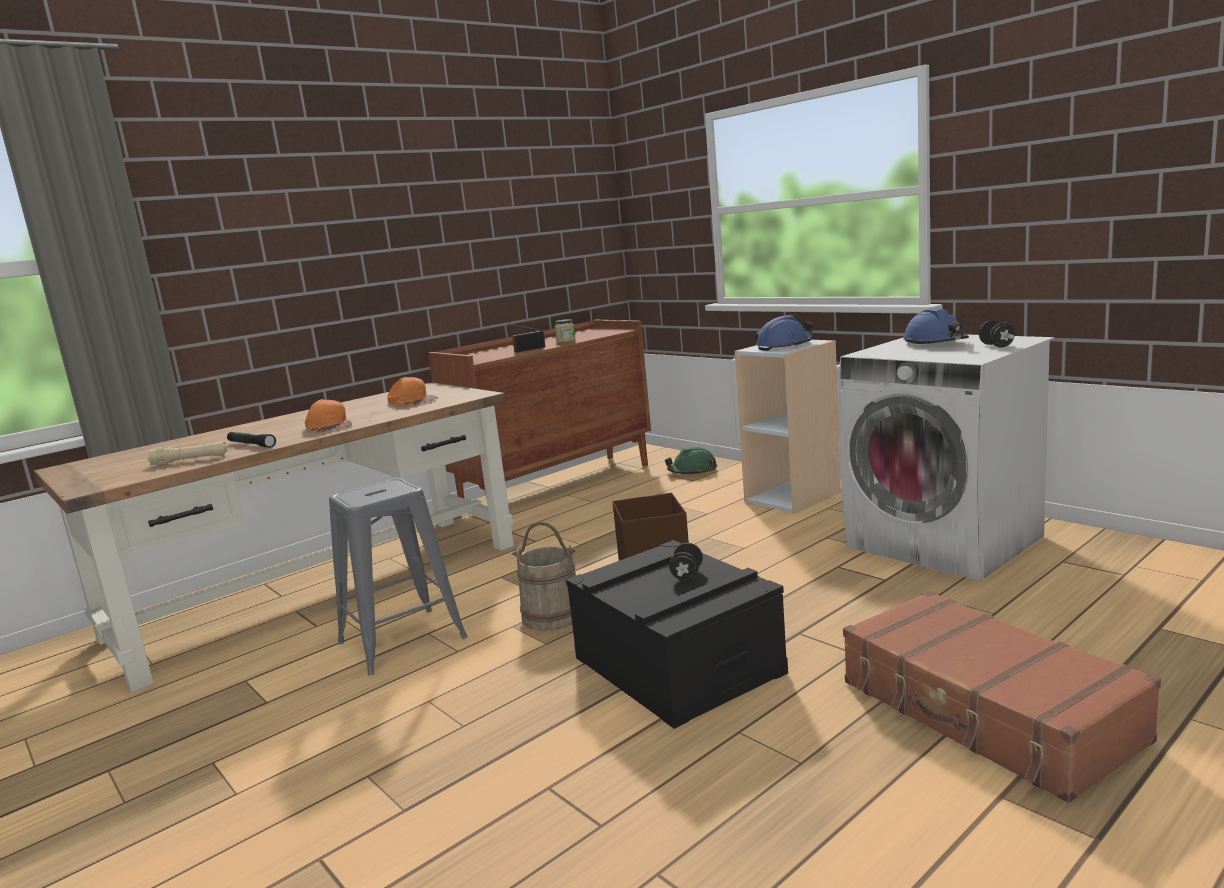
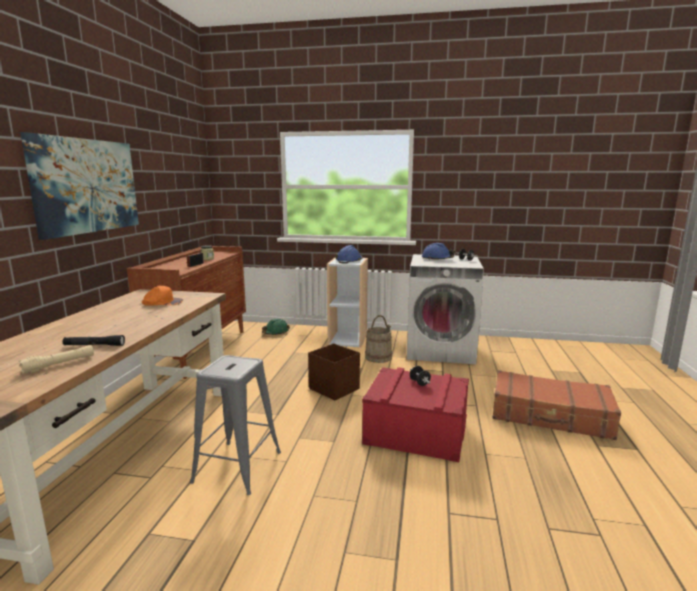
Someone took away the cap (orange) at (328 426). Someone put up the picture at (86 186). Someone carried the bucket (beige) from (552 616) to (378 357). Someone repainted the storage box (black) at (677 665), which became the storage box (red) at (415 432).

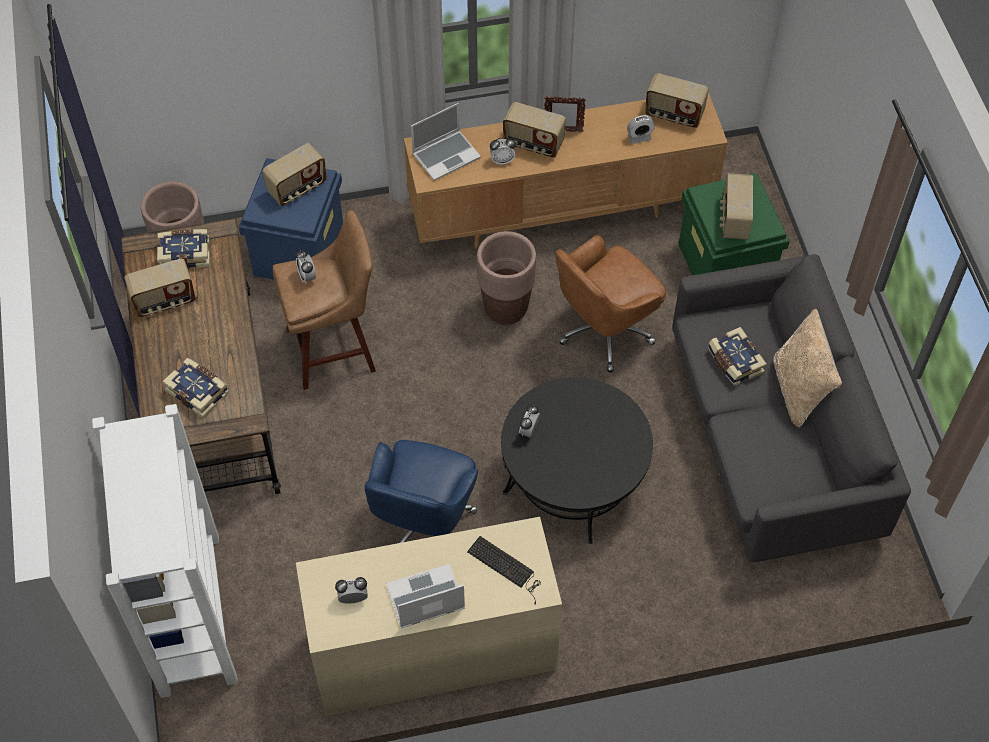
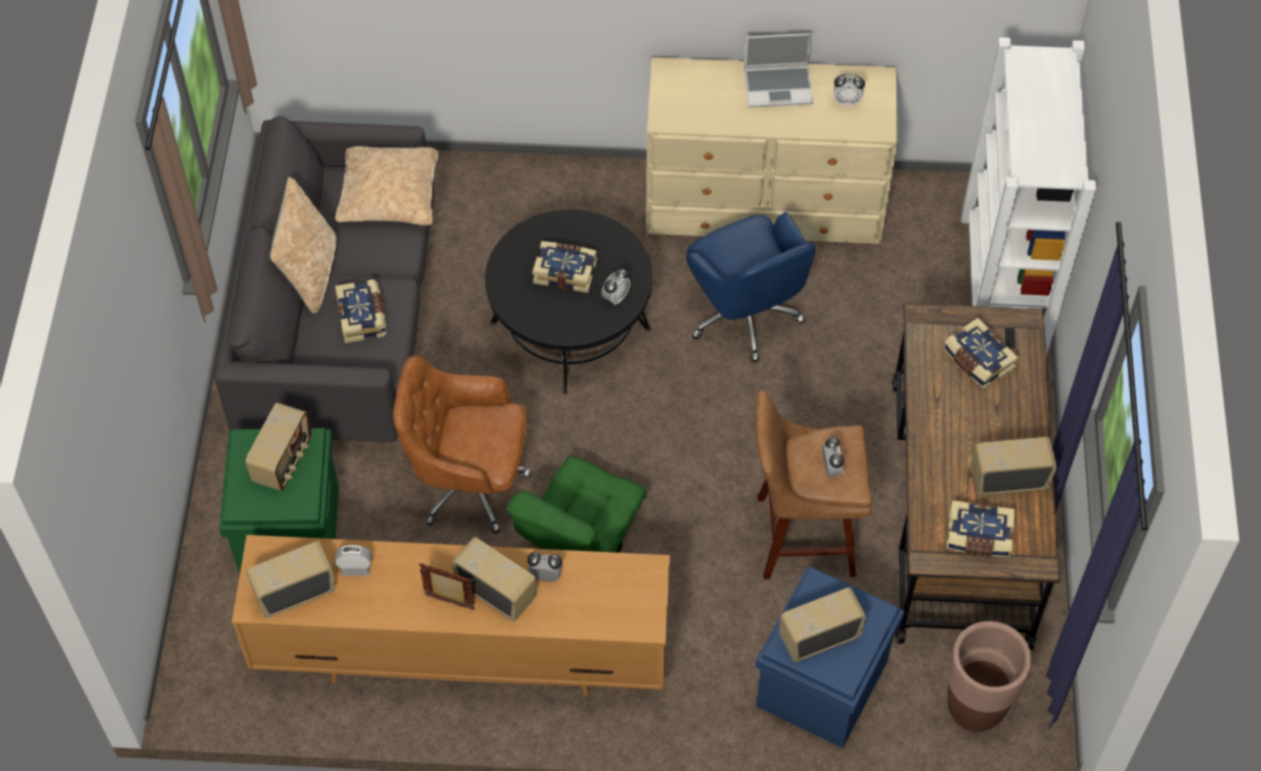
Someone took away the laptop at (446 155). Someone took away the keyboard at (506 567). Someone put down the pillow (beige) at (389 193). Someone put down the book at (565 271). Someone swapped the planter (brown) at (506 309) for the armchair (green) at (579 539). Someone rotated the office chair (blue) at (423 525) by 120 degrees clockwise. Someone rotated the office chair (brown) at (604 330) by 150 degrees counterclockwise. Someone rotated the radio at (674 115) by 60 degrees counterclockwise.

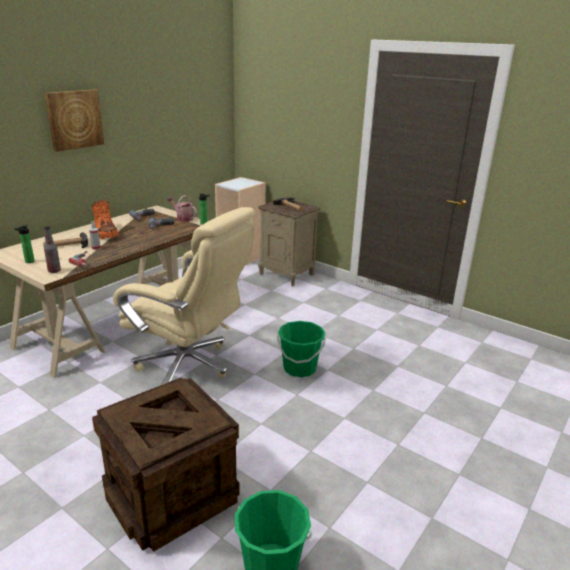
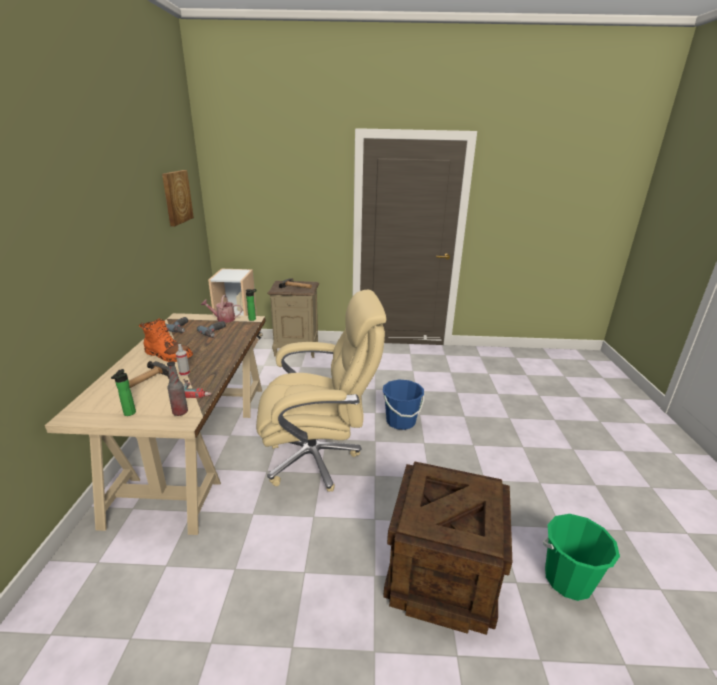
Someone carried the picture from (74 119) to (176 197). Someone repainted the bucket (green) at (299 368), which became the bucket (blue) at (400 421).

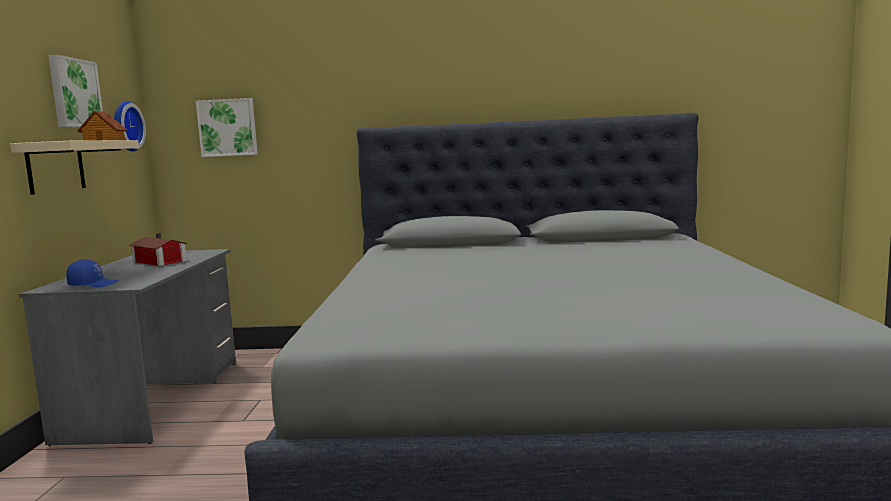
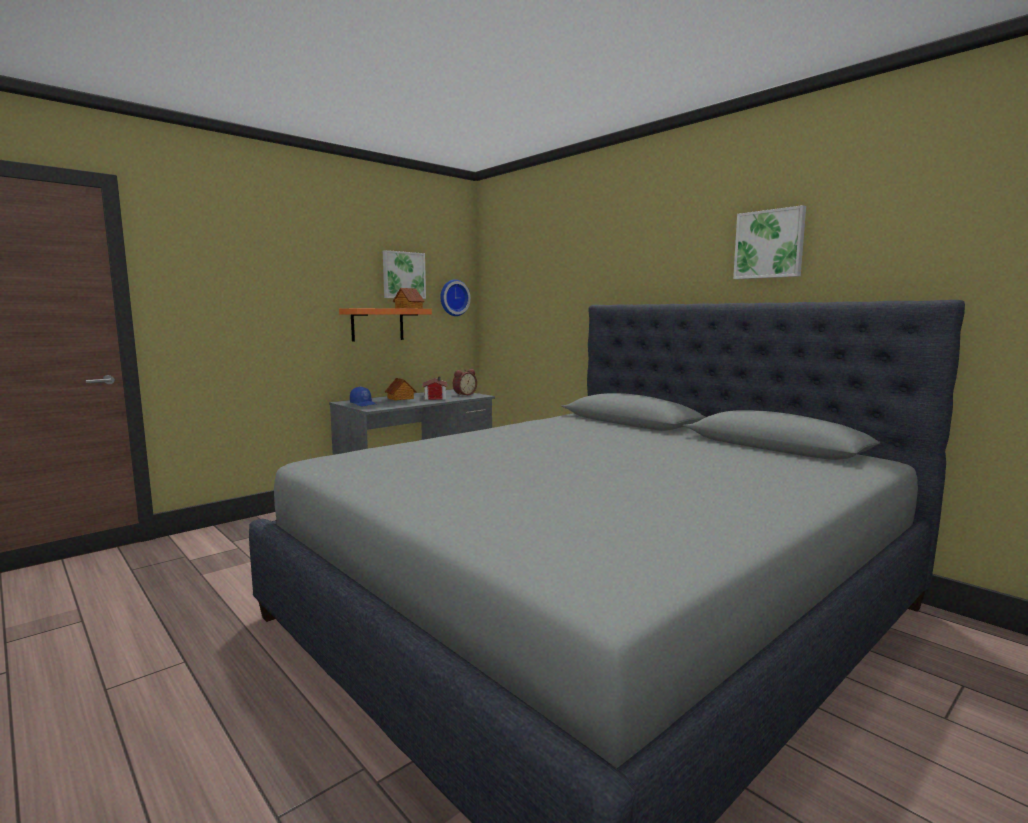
Someone put down the toy house at (400 398). Someone put down the alarm clock at (464 394). Someone carried the picture from (228 127) to (769 244). Someone repainted the shelf (beige) at (55 167), which became the shelf (orange) at (377 324).

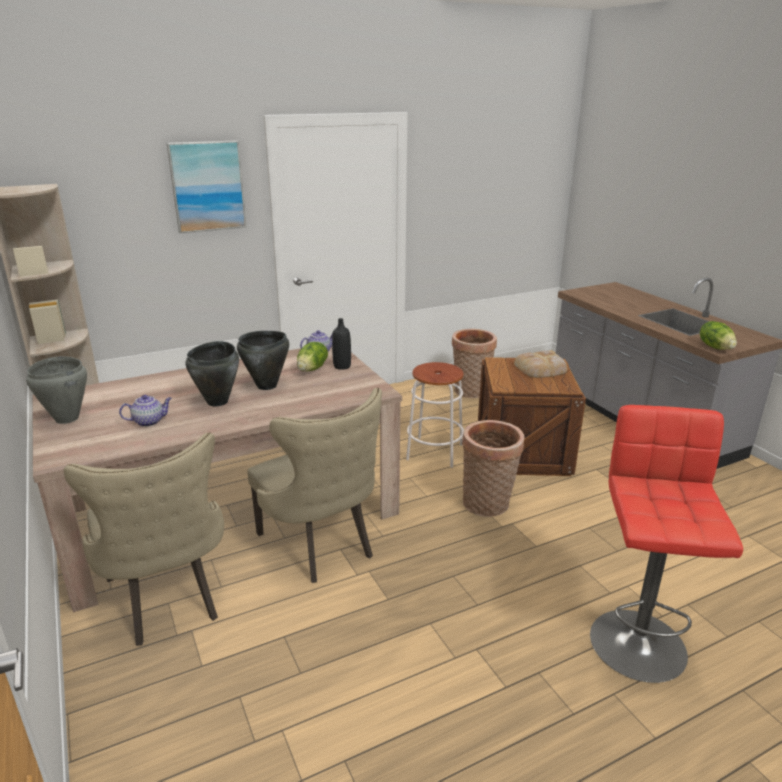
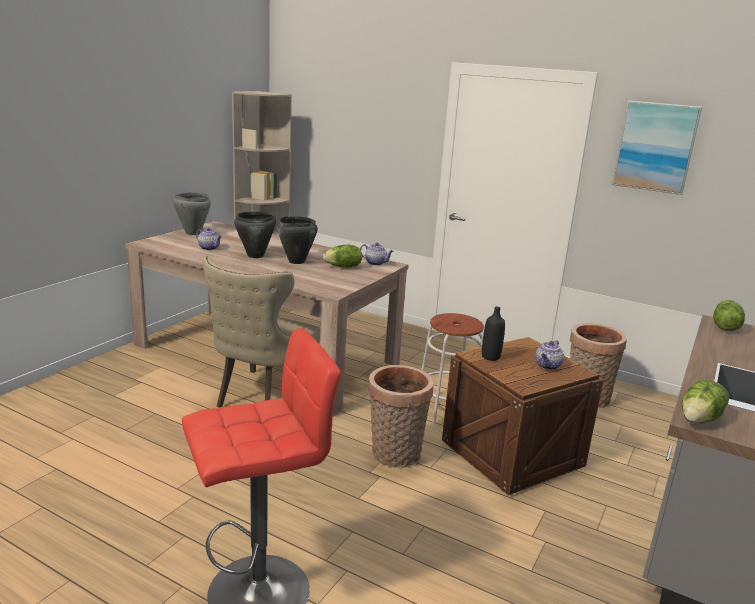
Someone took away the chair (beige) at (168 599). Someone put down the lettuce at (724 327). Someone carried the picture from (207 186) to (655 147). Someone carried the bottle (black) from (342 366) to (490 357). Someone swapped the bread at (541 369) for the teapot at (548 366).

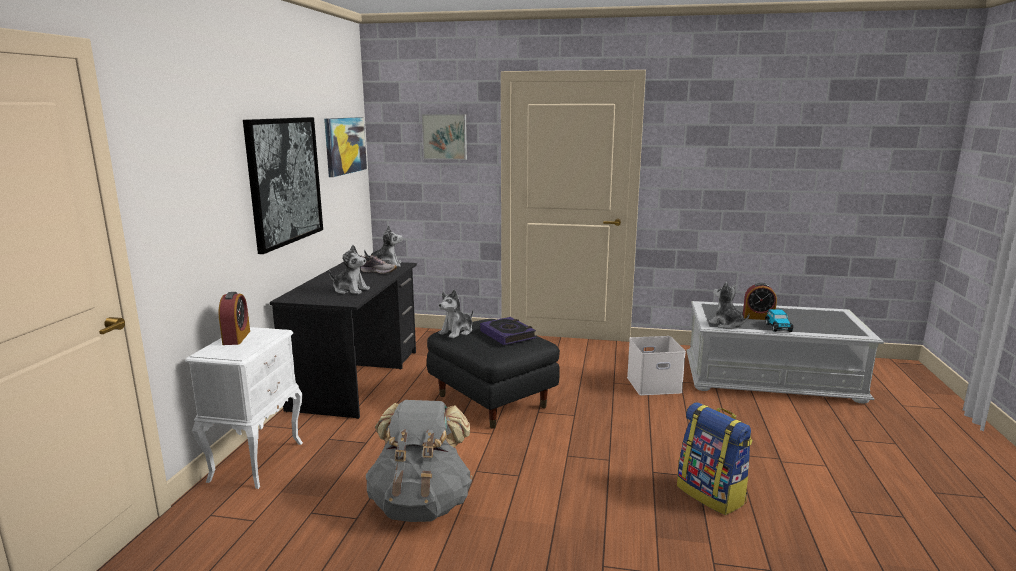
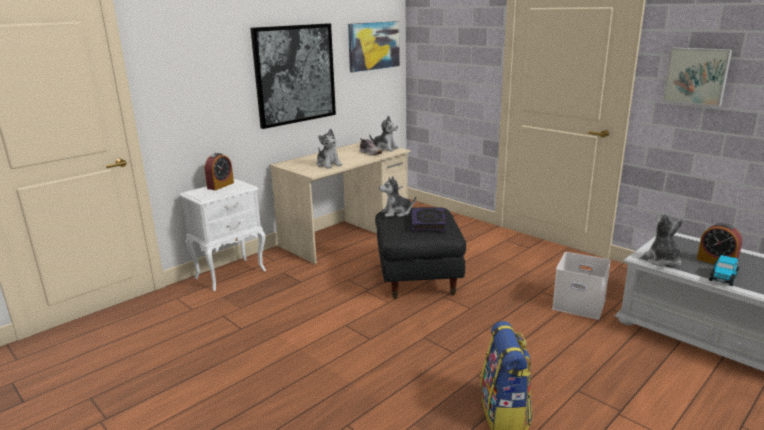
Someone took away the backpack (grey) at (421 504). Someone carried the picture from (445 136) to (696 76). Someone repainted the desk (black) at (357 379), which became the desk (beige) at (345 236).

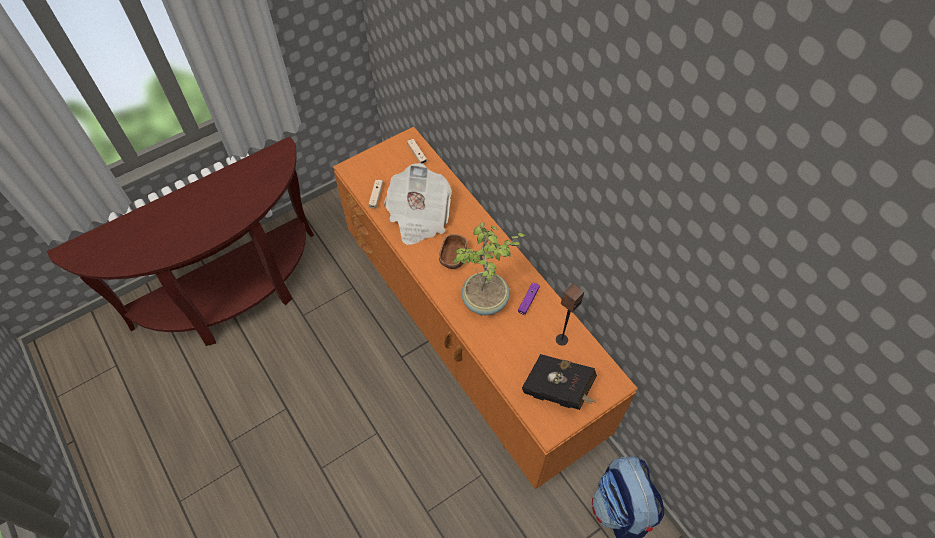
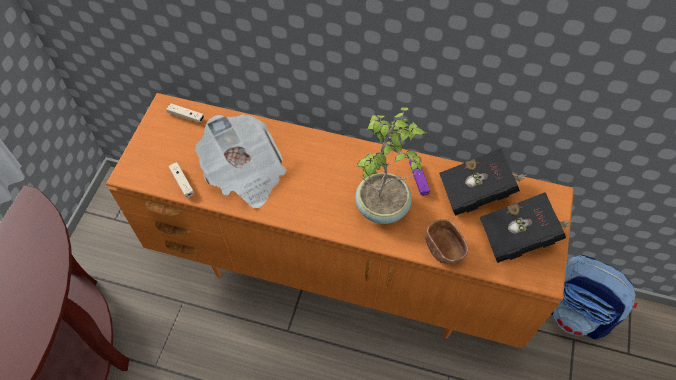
Someone carried the bowl (brown) from (453 258) to (444 249). Someone swapped the speaker at (561 339) for the book (black) at (478 192).

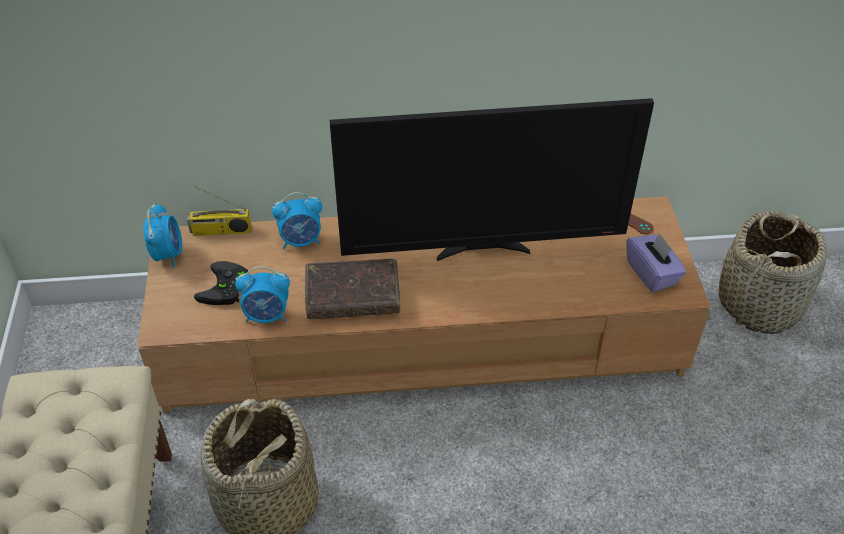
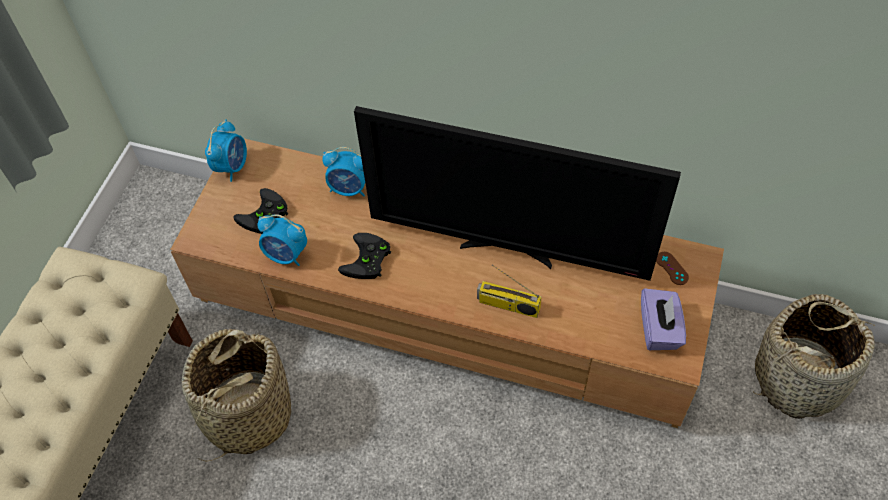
Someone carried the radio from (221 231) to (507 306). Someone swapped the book (brown) at (353 297) for the game controller (black) at (367 261).

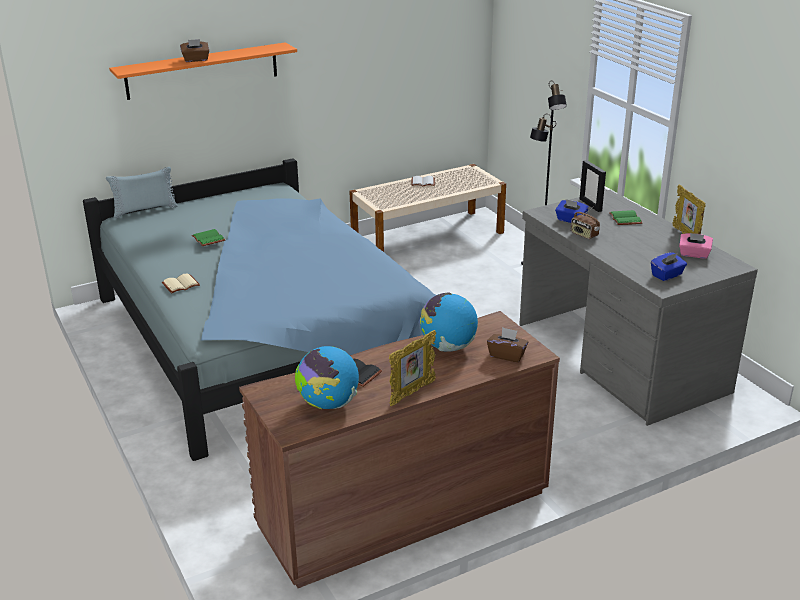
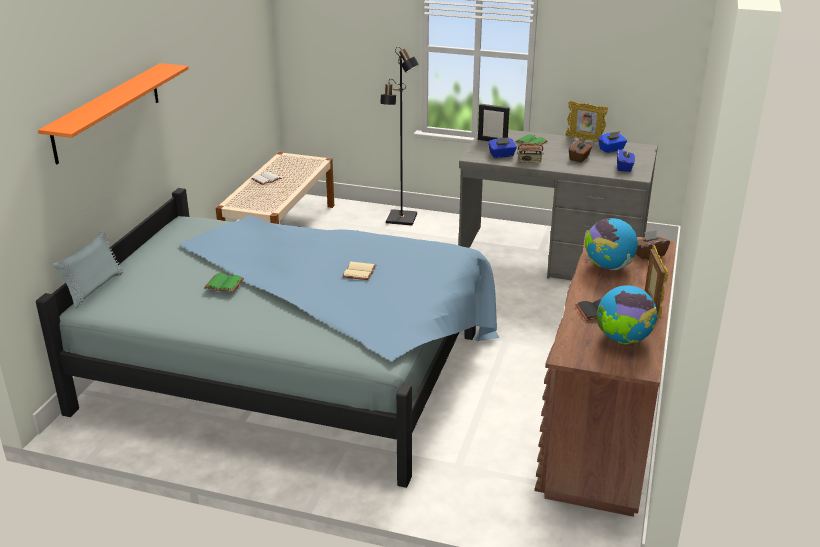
Someone carried the book (beige) from (180 285) to (360 272). Someone carried the tissue box (brown) from (196 60) to (579 158). Someone repainted the tissue box (pink) at (694 254), which became the tissue box (blue) at (611 149).

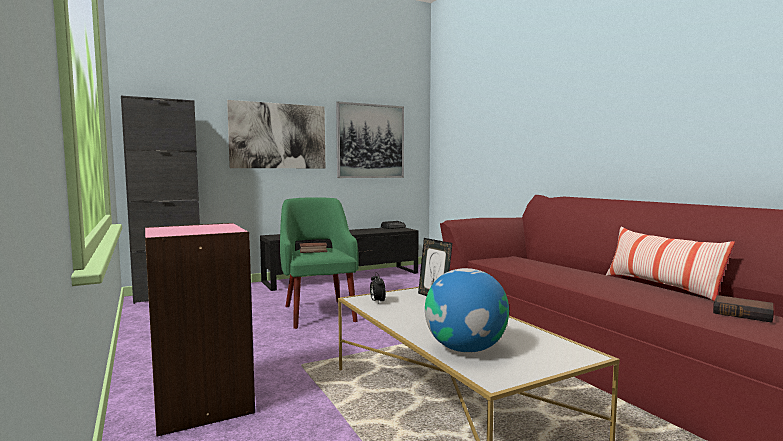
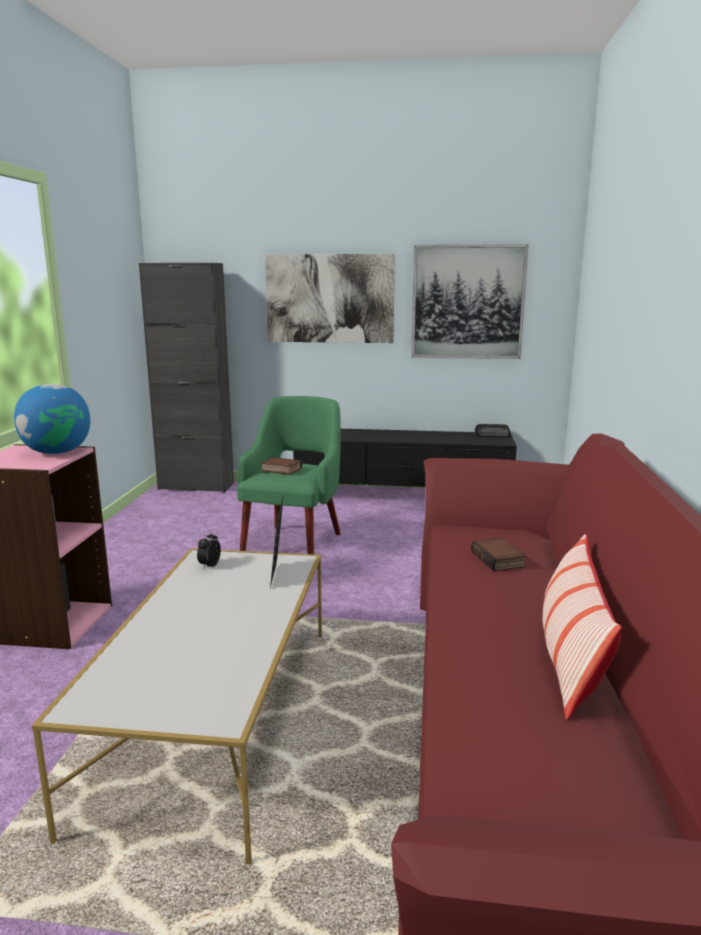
Someone carried the globe from (465 348) to (57 452). Someone carried the book from (743 313) to (499 559).

